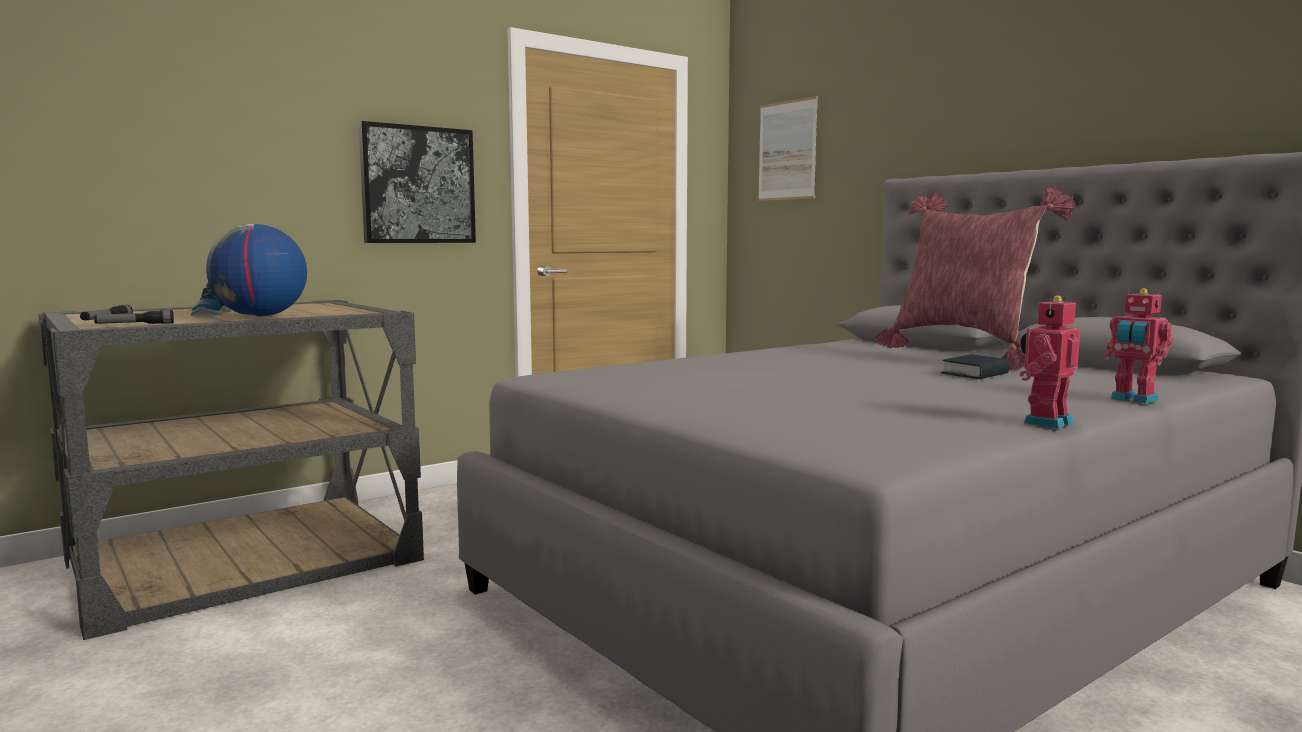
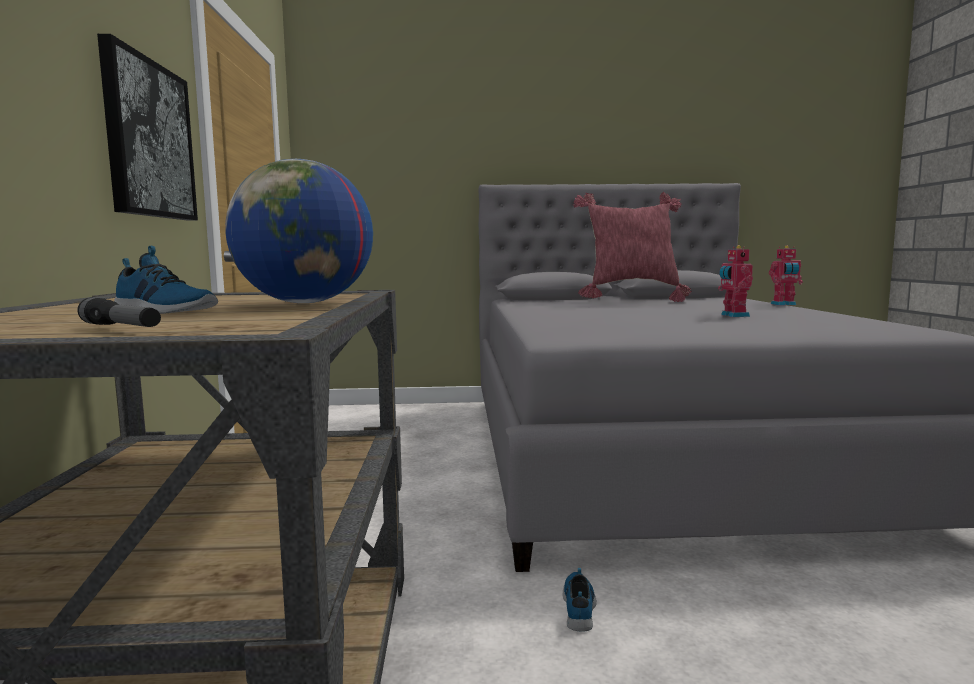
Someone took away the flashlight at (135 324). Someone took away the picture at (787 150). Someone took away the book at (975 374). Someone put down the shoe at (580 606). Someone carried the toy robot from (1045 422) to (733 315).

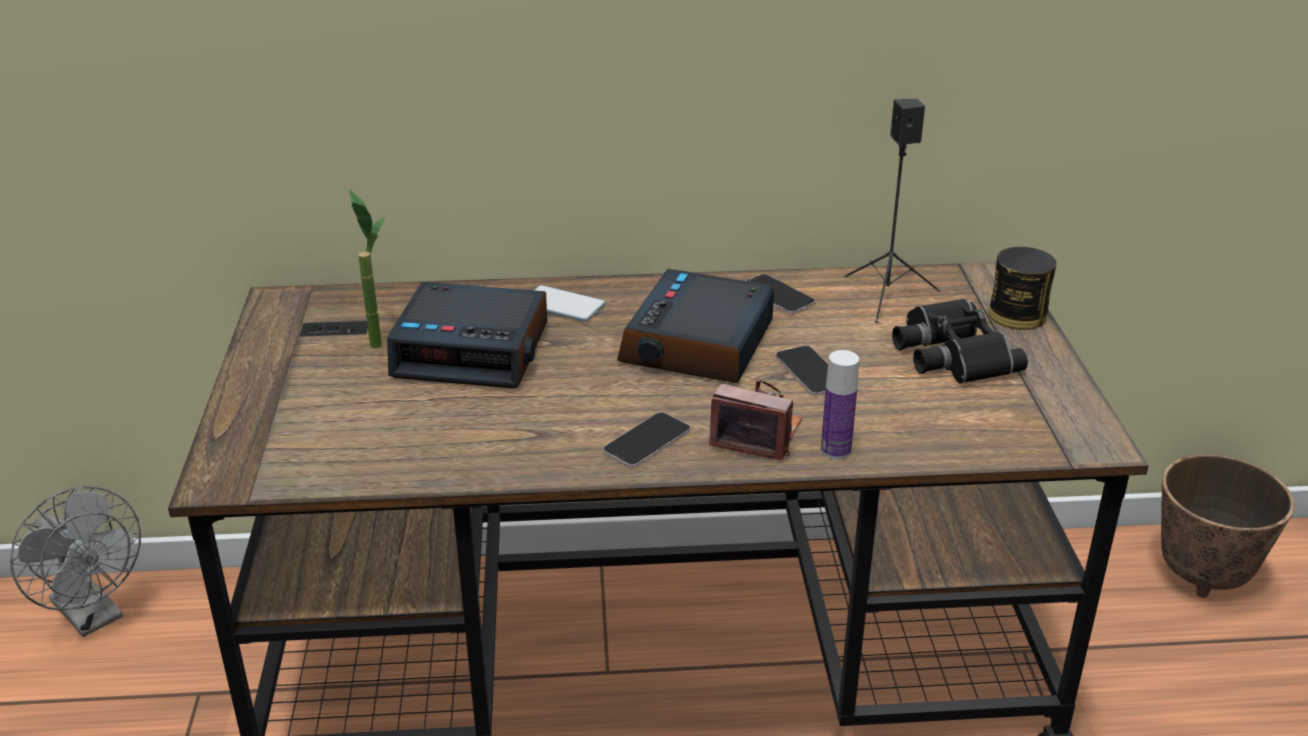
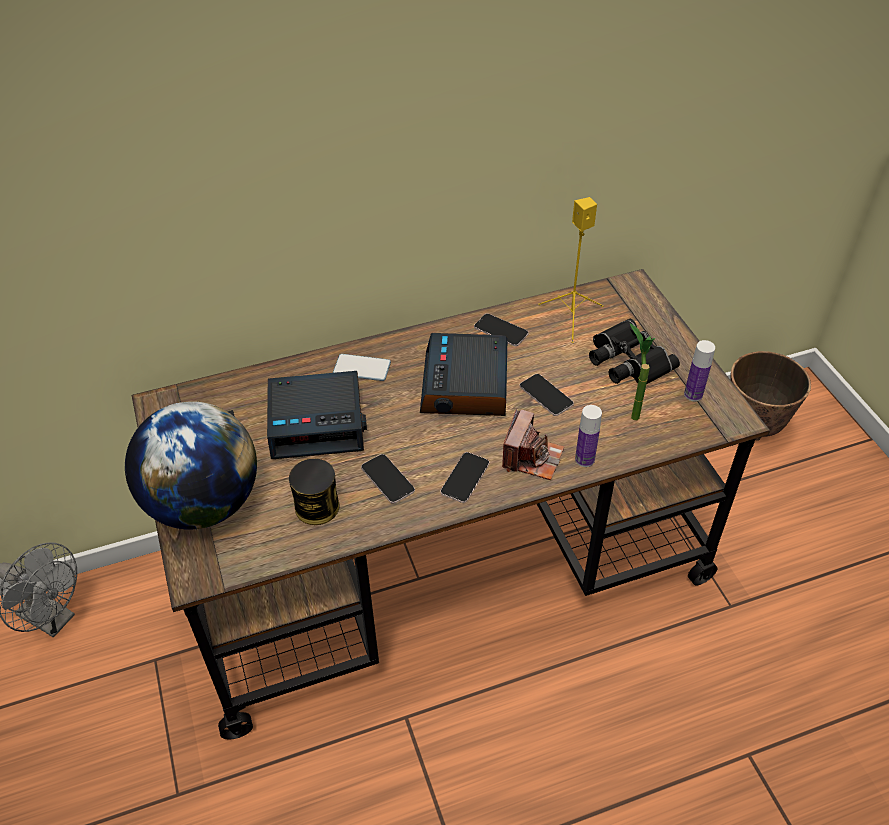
Someone put down the globe at (203 504). Someone put down the phone at (387 479). Someone put down the bottle at (693 394). Someone carried the potted plant from (376 338) to (630 411). Someone carried the can from (1017 315) to (317 507). Someone repainted the speaker (black) at (887 296), which became the speaker (yellow) at (571 318). Someone rotated the photo camera at (756 435) by 105 degrees clockwise.

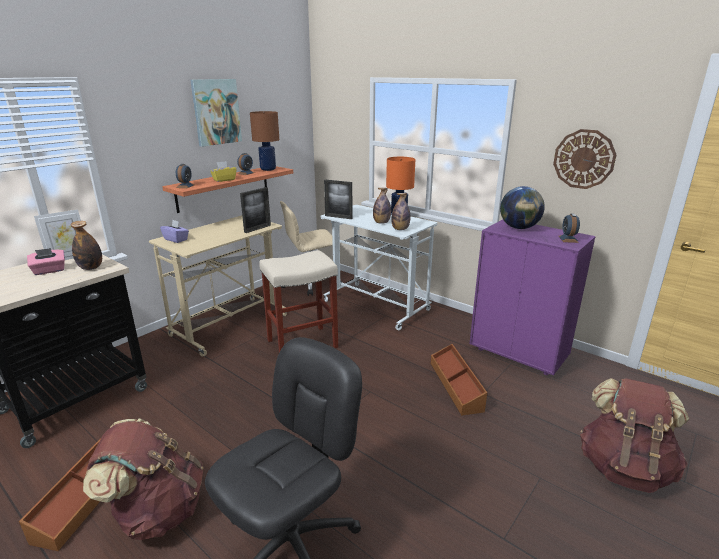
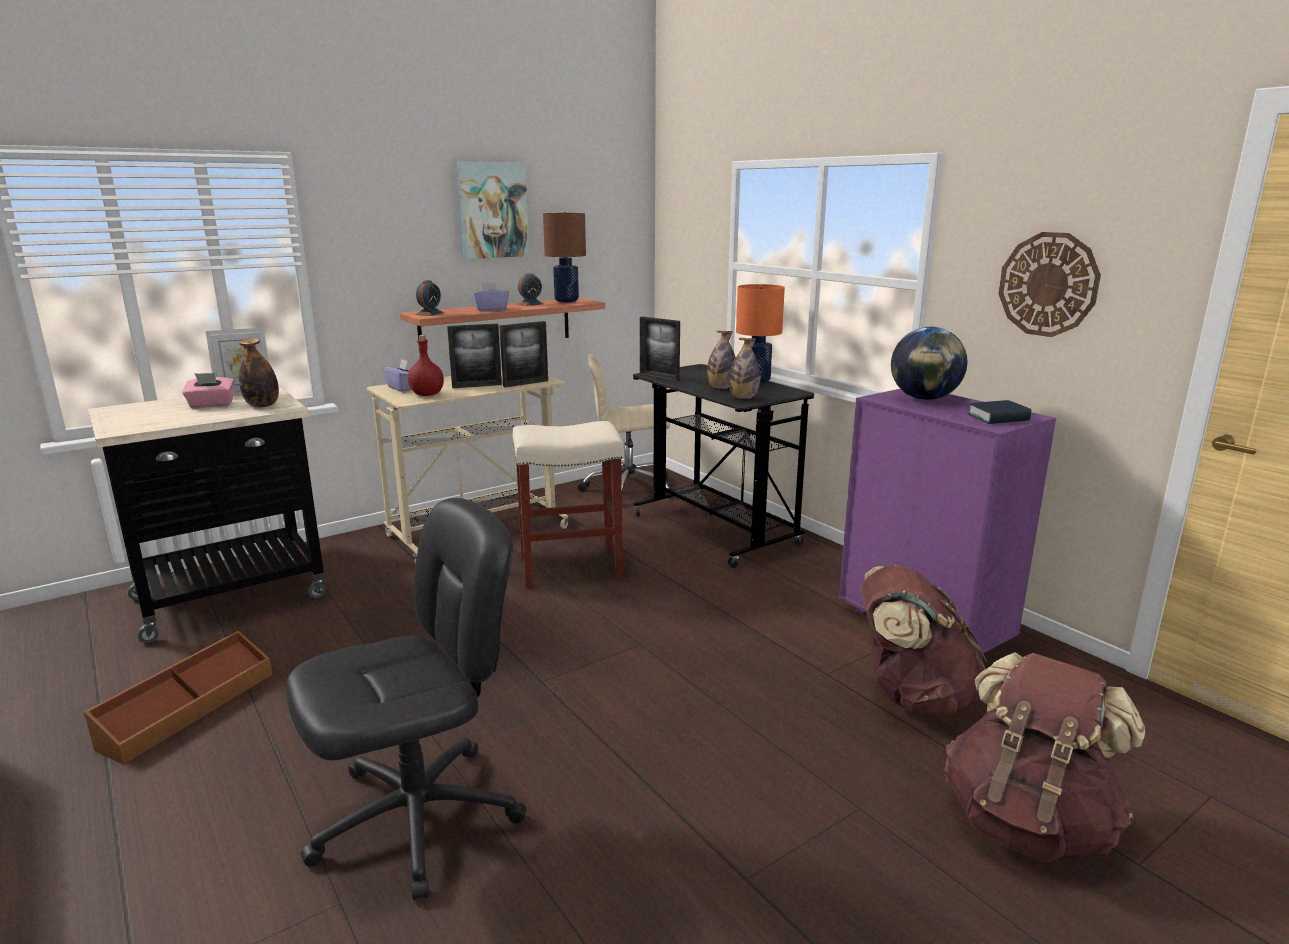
Someone took away the storage box (brown) at (456 386). Someone put down the bottle (red) at (427 395). Someone put down the picture frame at (477 386). Someone carried the backpack (brown) from (157 510) to (912 695). Someone swapped the alarm clock at (568 239) for the book at (998 418). Someone repainted the tissue box (yellow) at (224 180), which became the tissue box (purple) at (491 309). Someone repainted the desk (white) at (376 305), which became the desk (black) at (715 529).

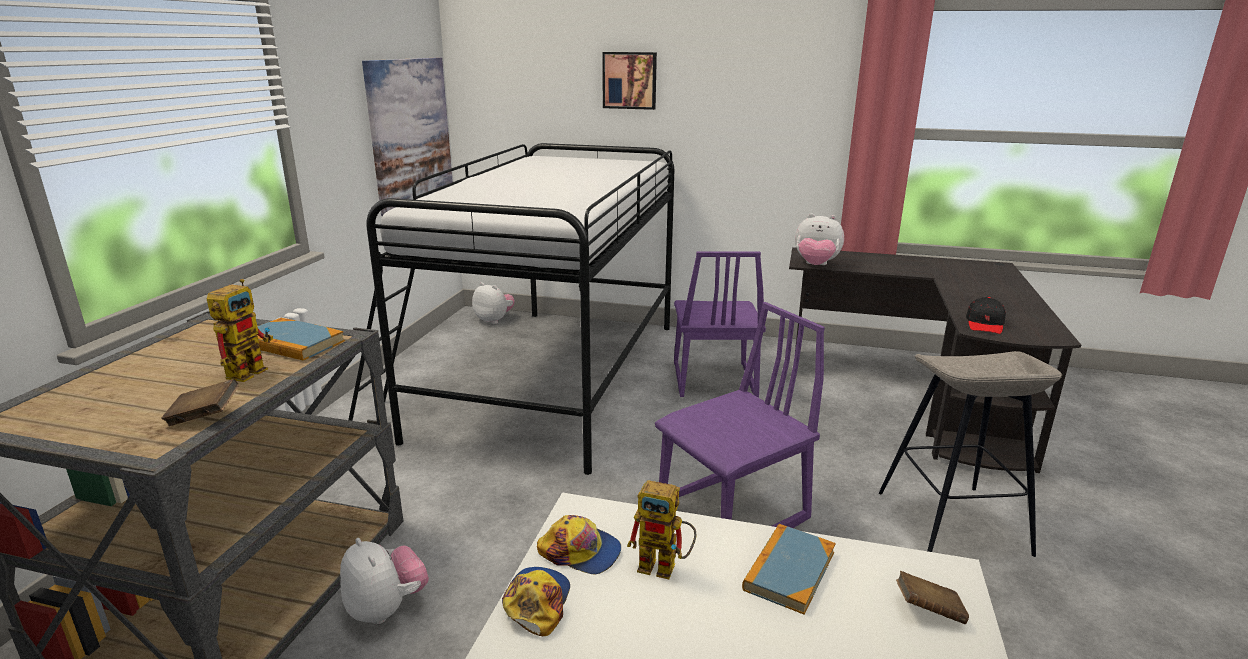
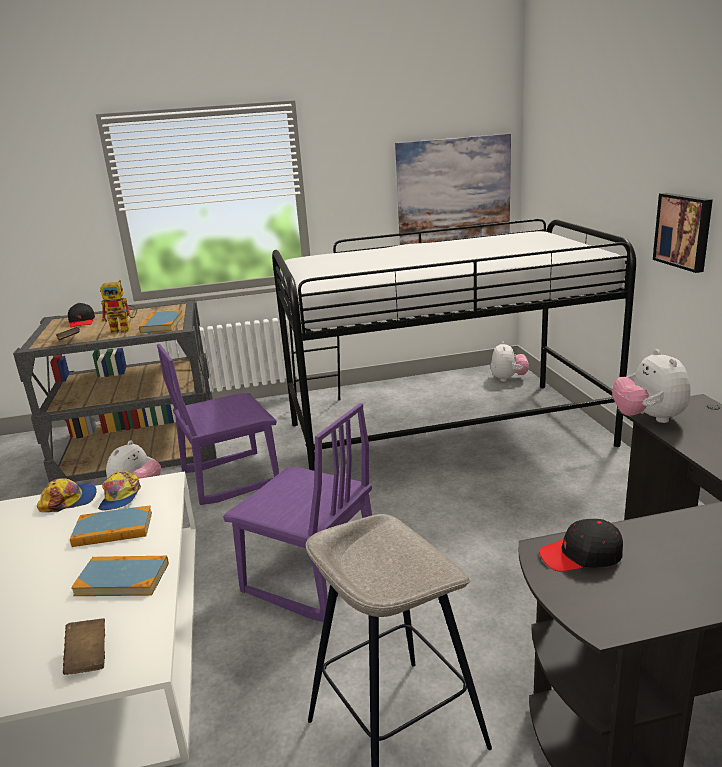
Someone put down the cap (black) at (82 322). Someone carried the picture from (630 80) to (684 231). Someone carried the chair (purple) from (712 381) to (230 478). Someone swapped the toy robot at (665 567) for the book at (113 529).

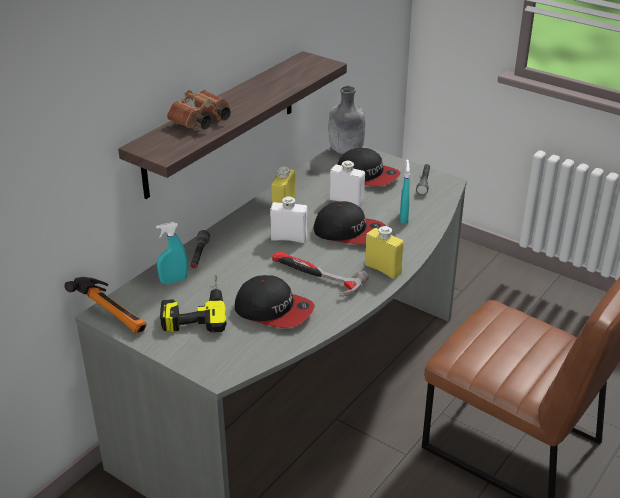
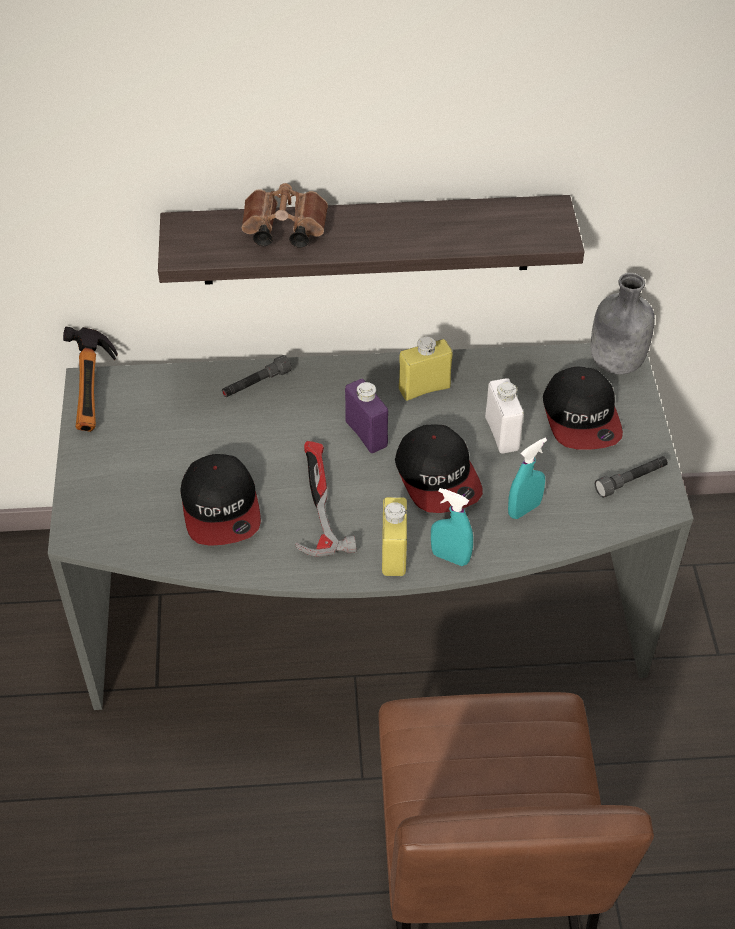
Someone took away the power drill at (194 309). Someone carried the spray bottle (turquoise) from (173 281) to (450 557). Someone repainted the bottle (white) at (289 238), which became the bottle (purple) at (366 434).

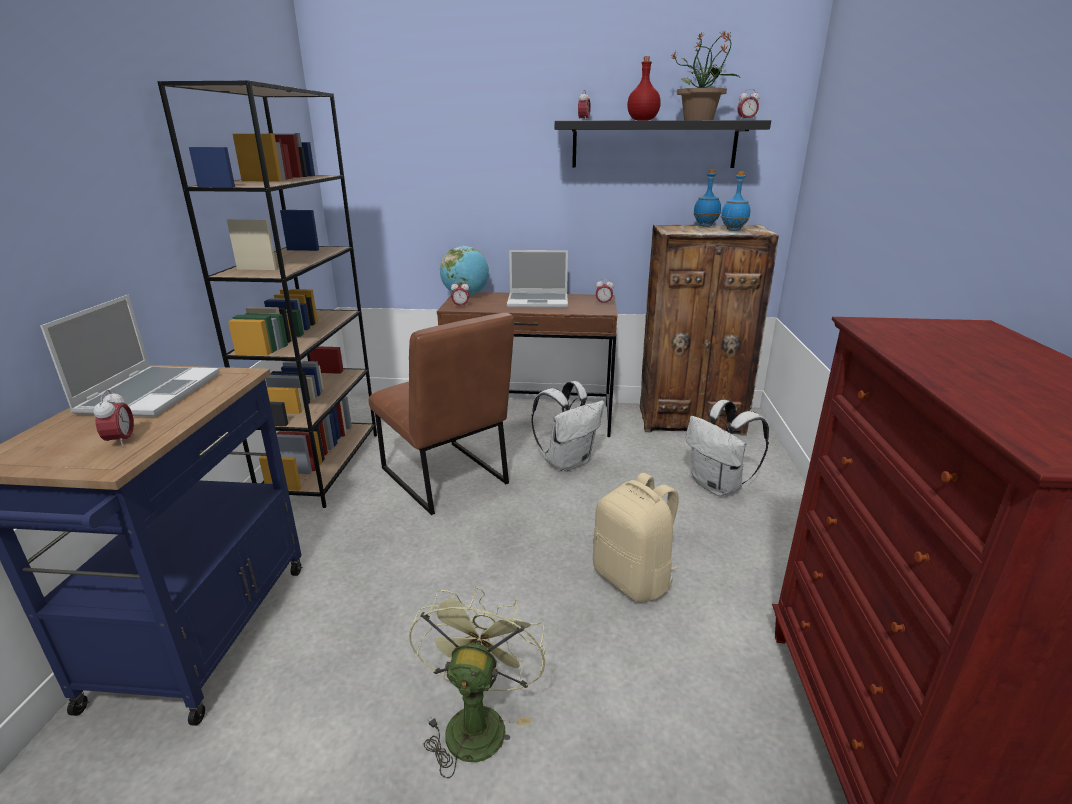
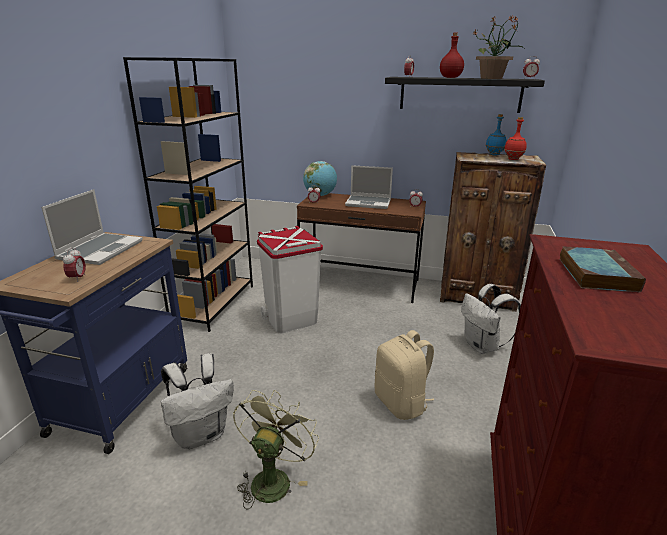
Someone put down the book at (595 273). Someone carried the backpack (white) from (567 462) to (201 434). Someone swapped the chair (brown) at (445 477) for the trash can (white) at (291 320). Someone repainted the bottle (blue) at (733 230), which became the bottle (red) at (513 159).

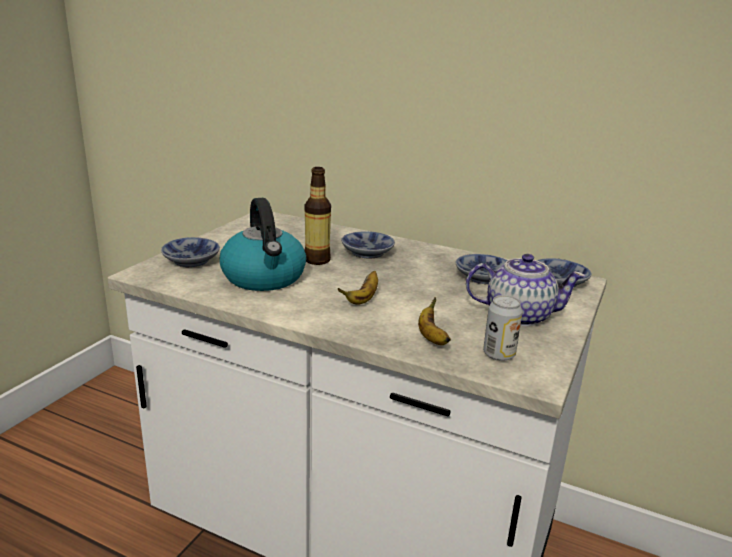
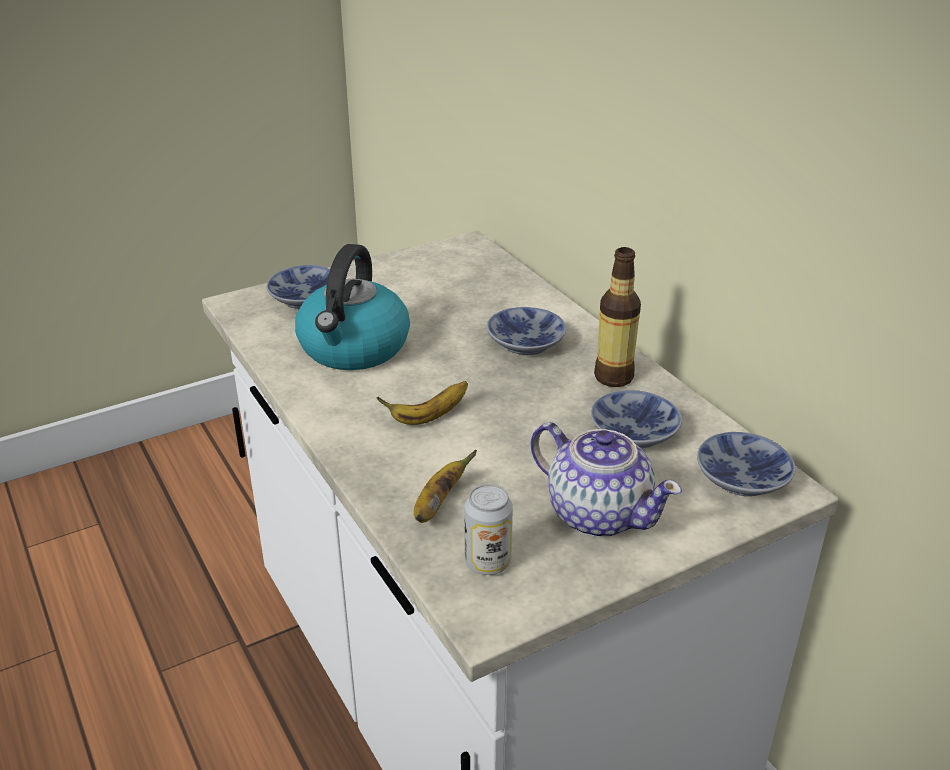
Someone carried the bottle from (317 260) to (613 377).

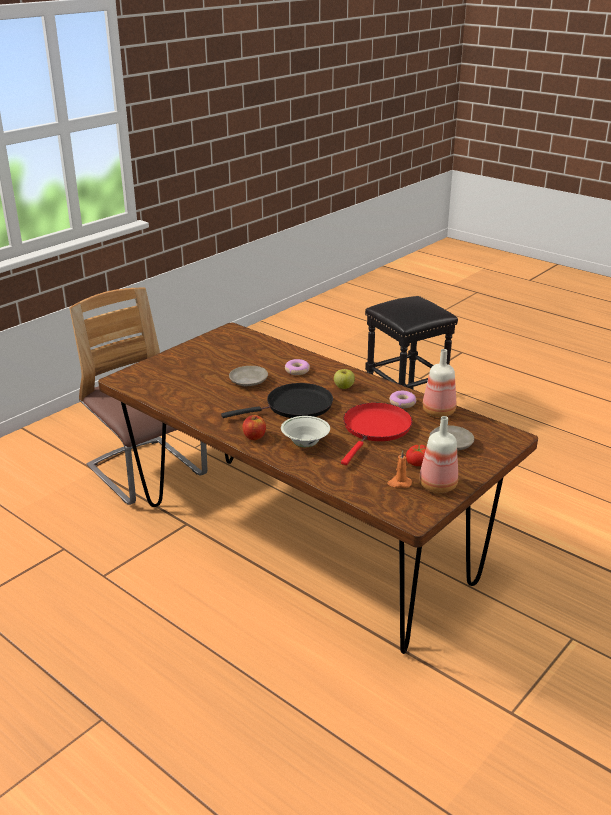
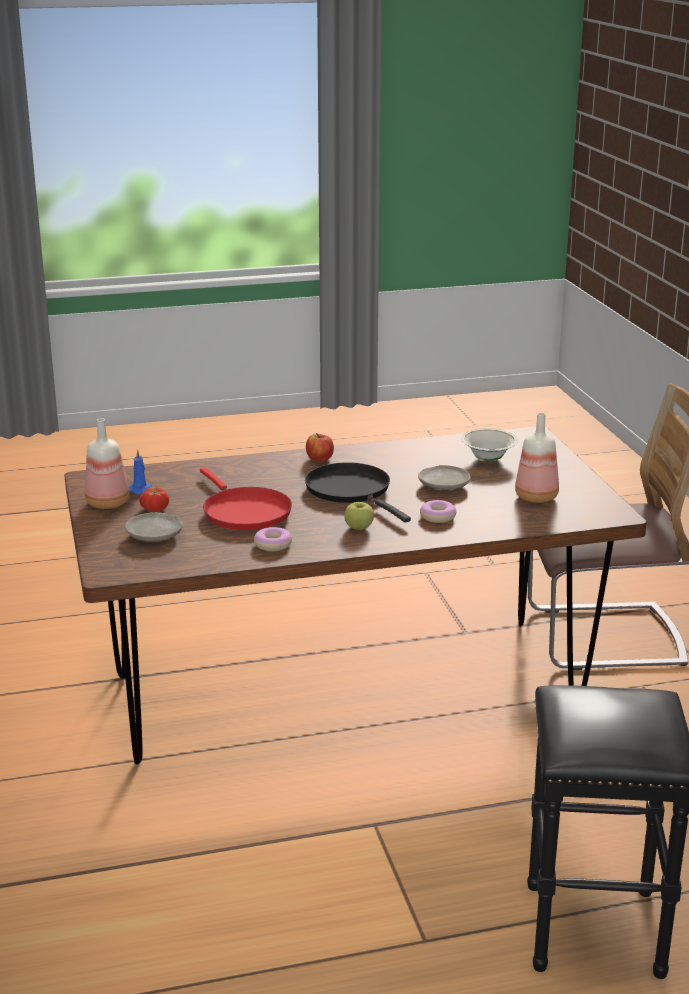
Someone carried the bowl (white) from (305 444) to (488 459). Someone carried the bottle from (437 411) to (537 497). Someone repainted the candle (orange) at (399 483), which became the candle (blue) at (141 490). Someone rotated the frying pan (black) at (295 406) by 135 degrees clockwise.

